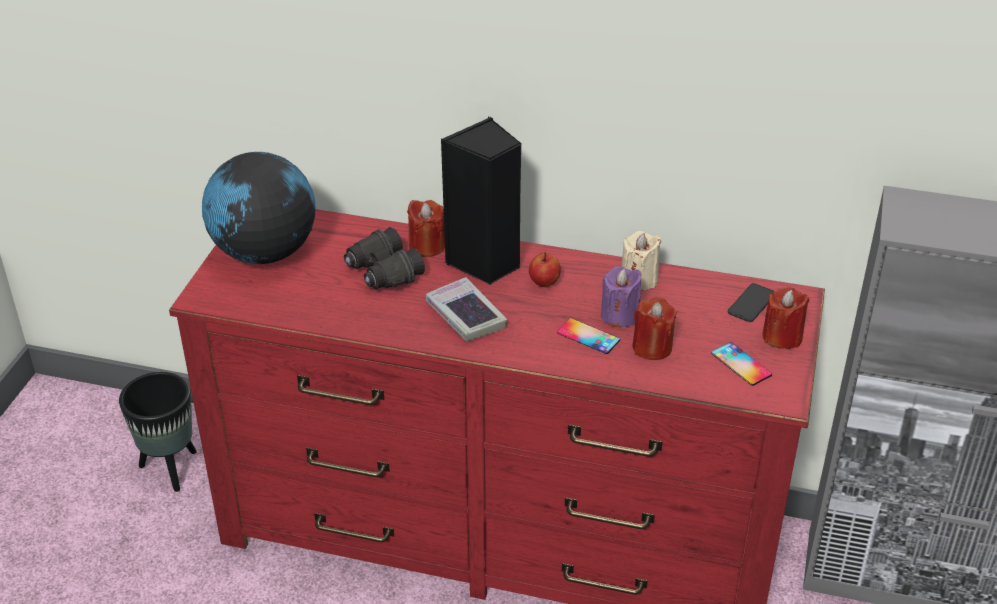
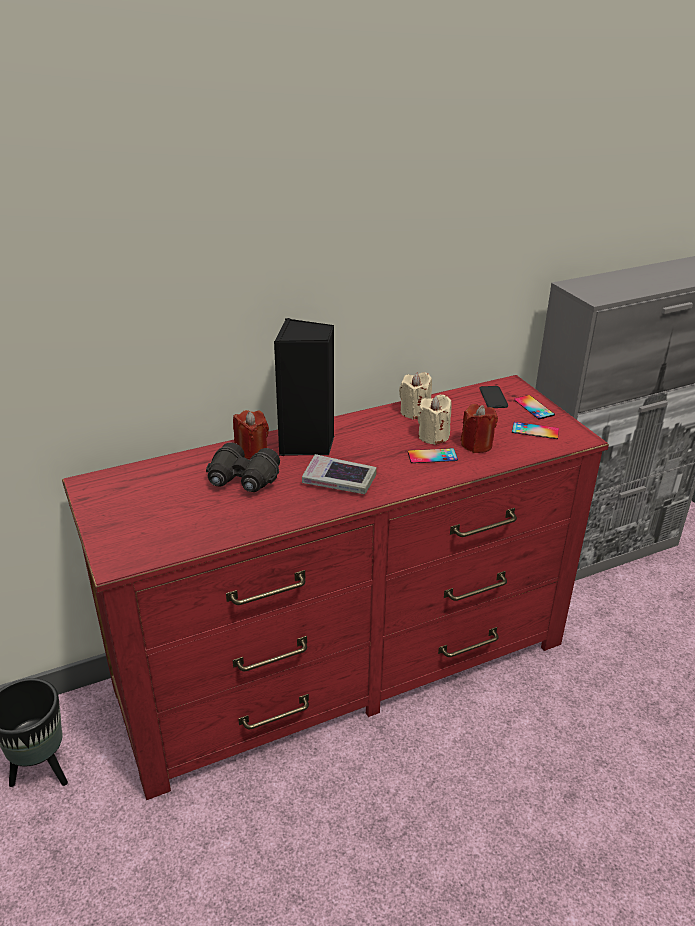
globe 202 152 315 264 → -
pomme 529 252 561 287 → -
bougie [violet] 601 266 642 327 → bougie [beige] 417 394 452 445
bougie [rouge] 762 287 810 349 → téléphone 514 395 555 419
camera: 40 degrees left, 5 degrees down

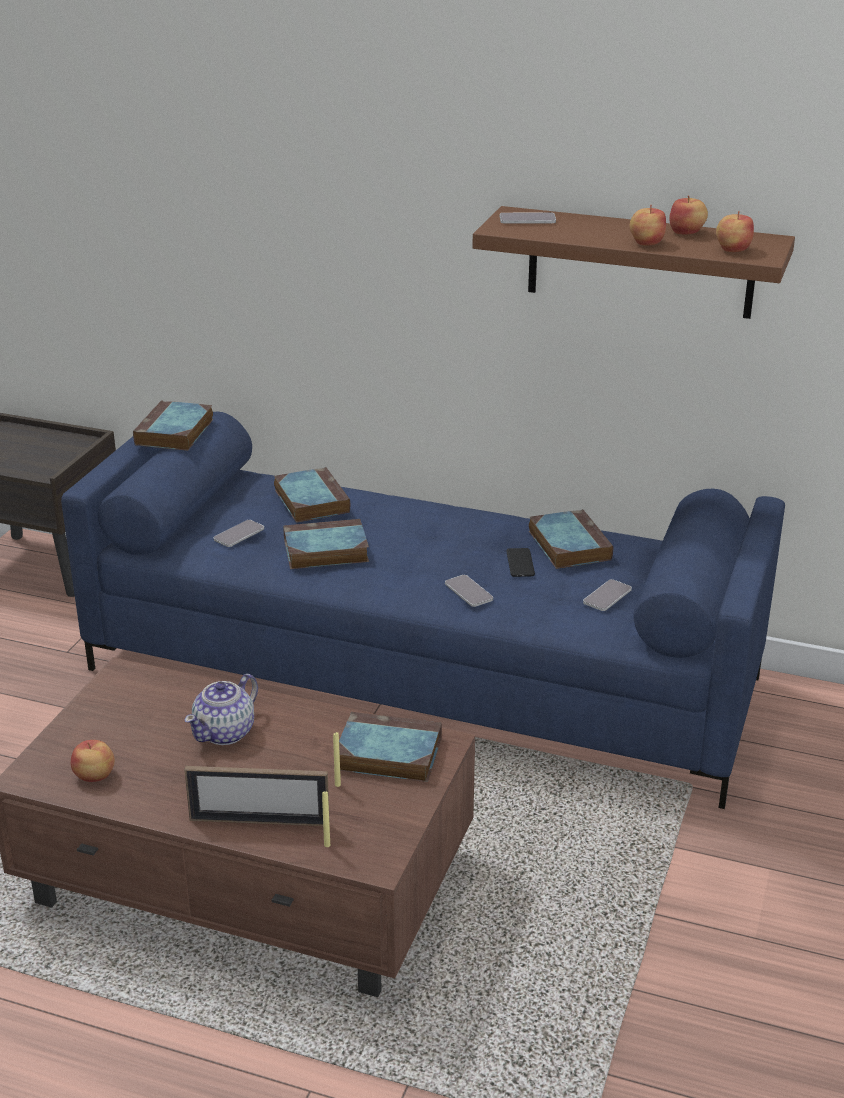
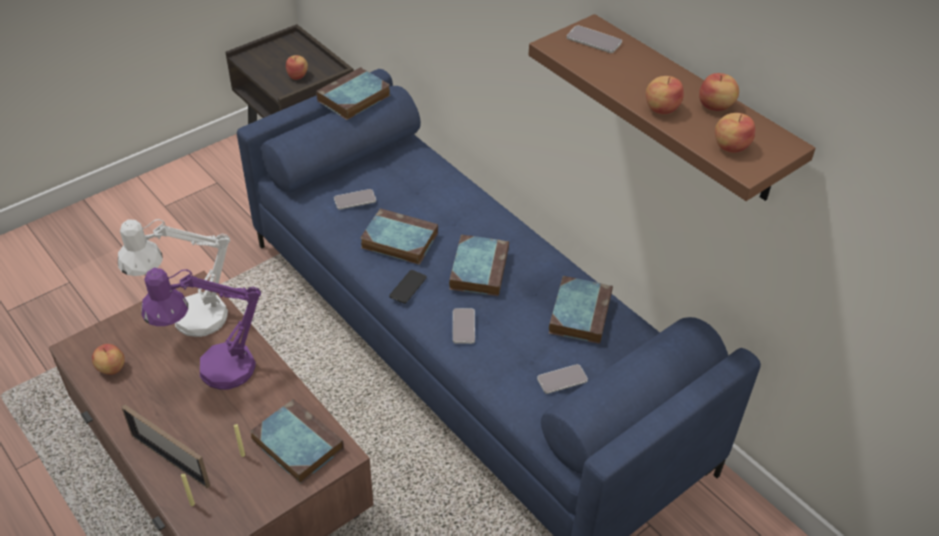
théière 184 674 258 745 → lampe de table [violet] 142 268 261 390
livre 274 467 350 523 → livre 449 235 509 296, move
téléphone 506 548 535 577 → téléphone 389 270 427 304, move
- → lampe de table [blanc] 118 219 230 337
- → pomme 286 55 308 80
camera: 30 degrees right, 15 degrees up

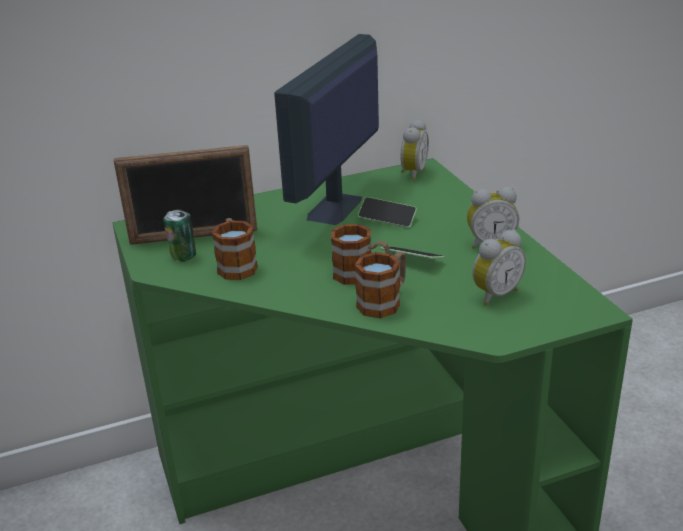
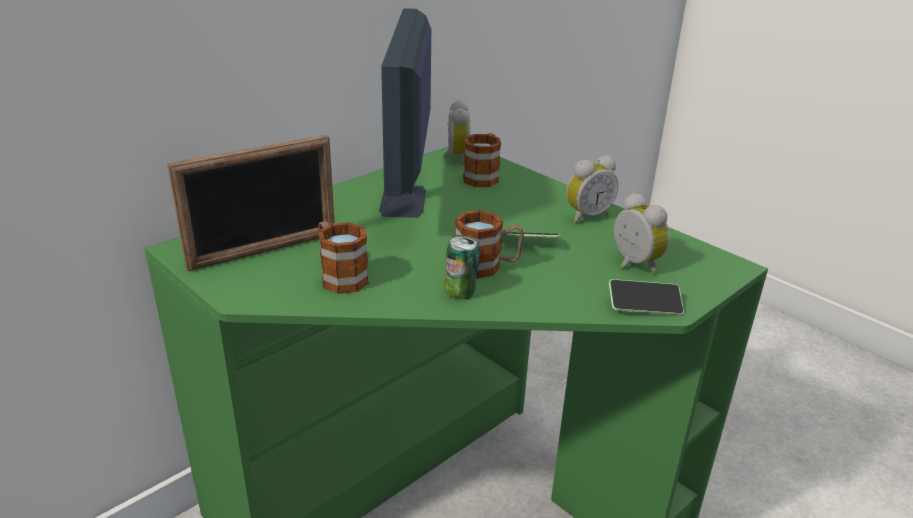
boîte métallique 163 209 196 262 → boîte métallique 444 235 480 299, move
mug 355 252 406 318 → mug 463 133 501 187, move
téléphone 358 197 417 228 → téléphone 609 279 684 315, move
réveil 472 230 526 306 → réveil 614 193 670 274, 60 degrees counterclockwise
camera: 25 degrees left, 0 degrees up

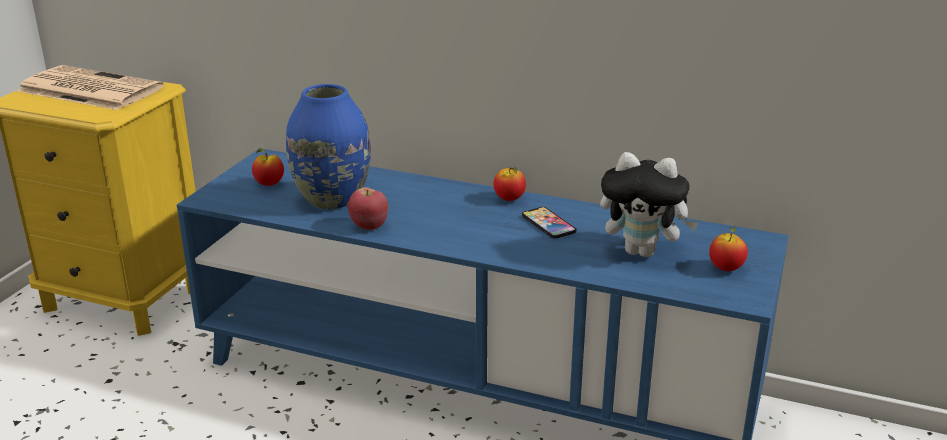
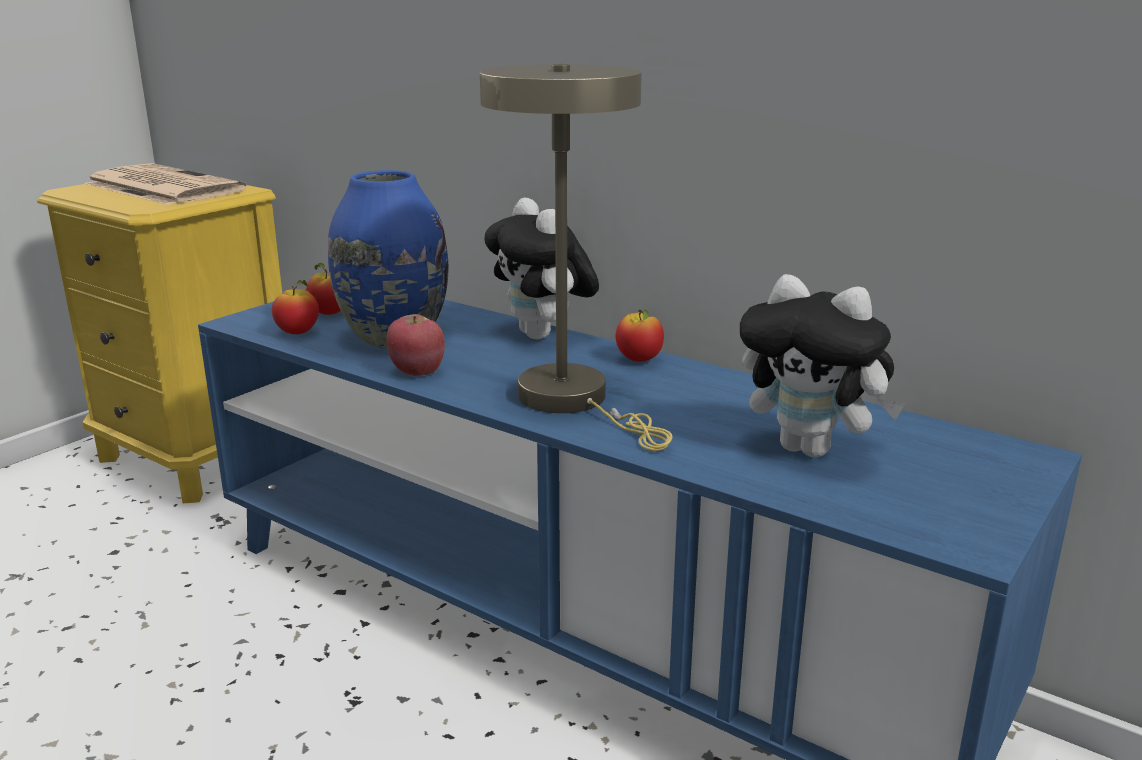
téléphone 522 207 576 239 → -
pomme 709 226 748 271 → pomme 272 280 319 334, move
- → lampe de table [beige] 480 64 673 451
- → peluche 485 198 599 339
camera: 15 degrees right, 5 degrees down

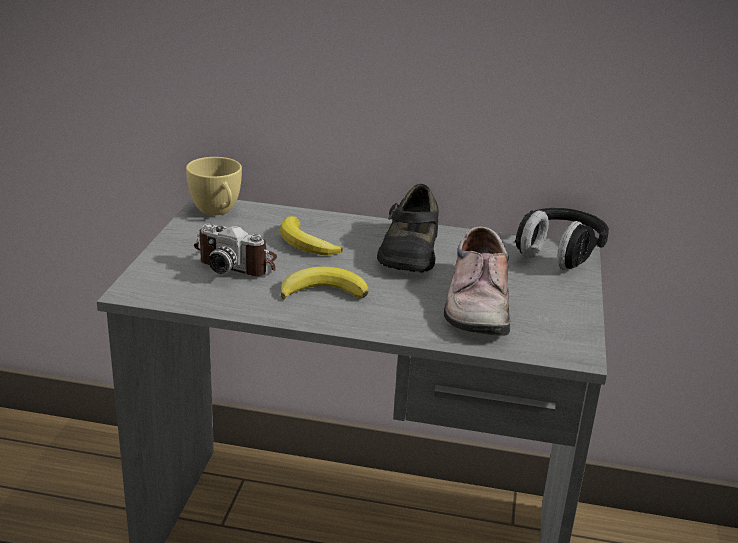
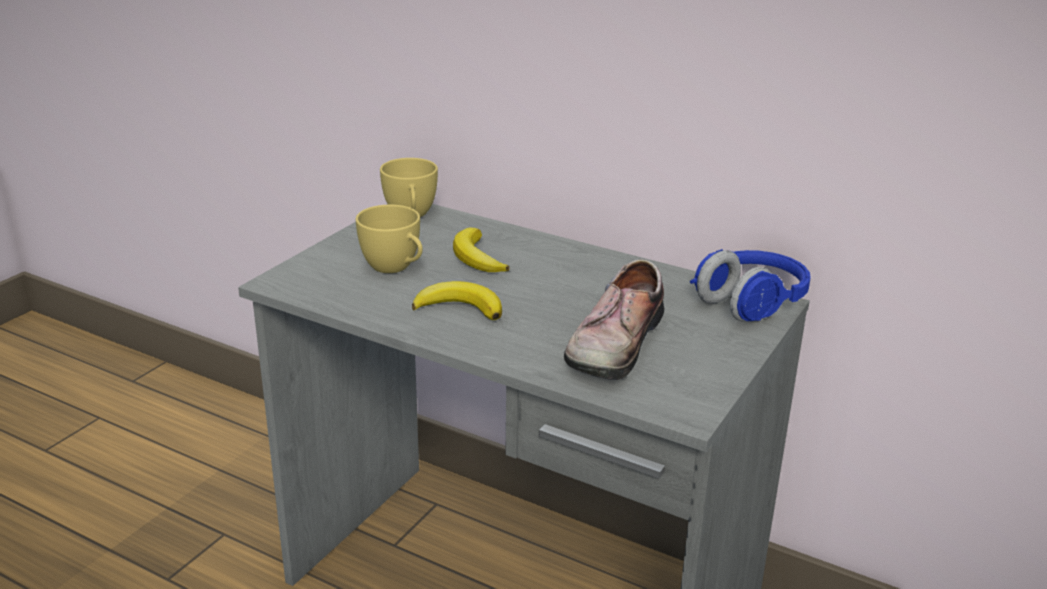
appareil photo 194 223 277 276 → tasse [jaune] 356 205 423 273
chaussure [noir] 377 184 439 273 → -
casque audio [noir] 515 208 609 270 → casque audio [bleu] 690 249 811 321
camera: 20 degrees right, 0 degrees up

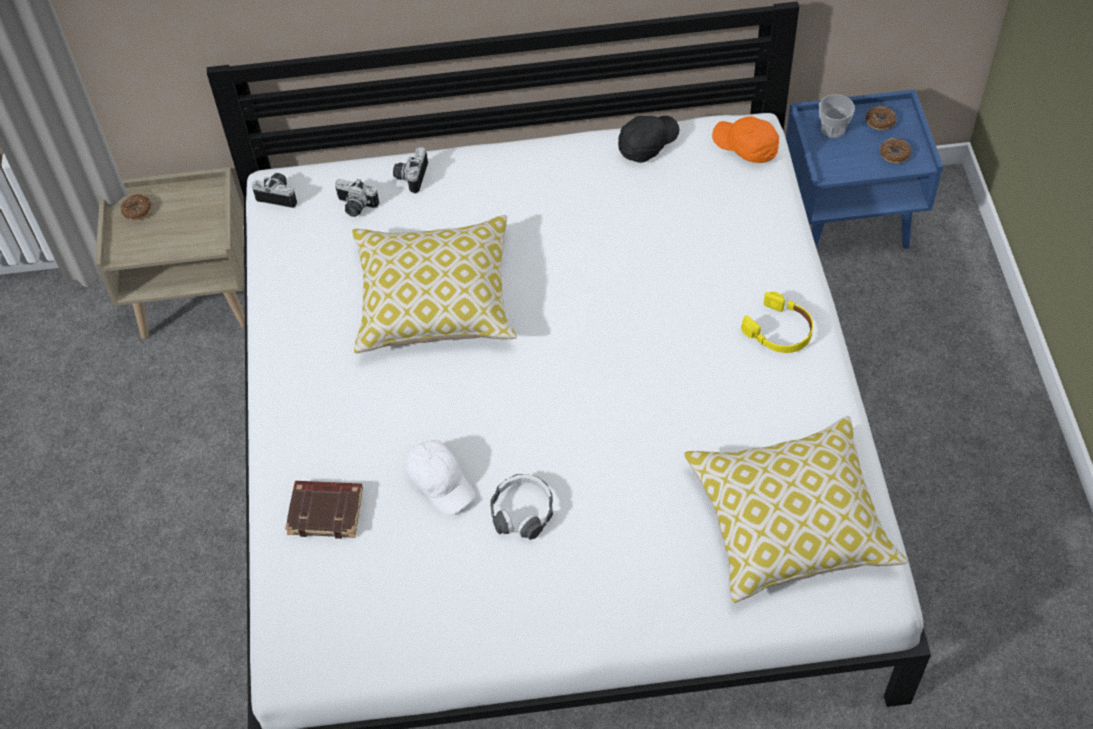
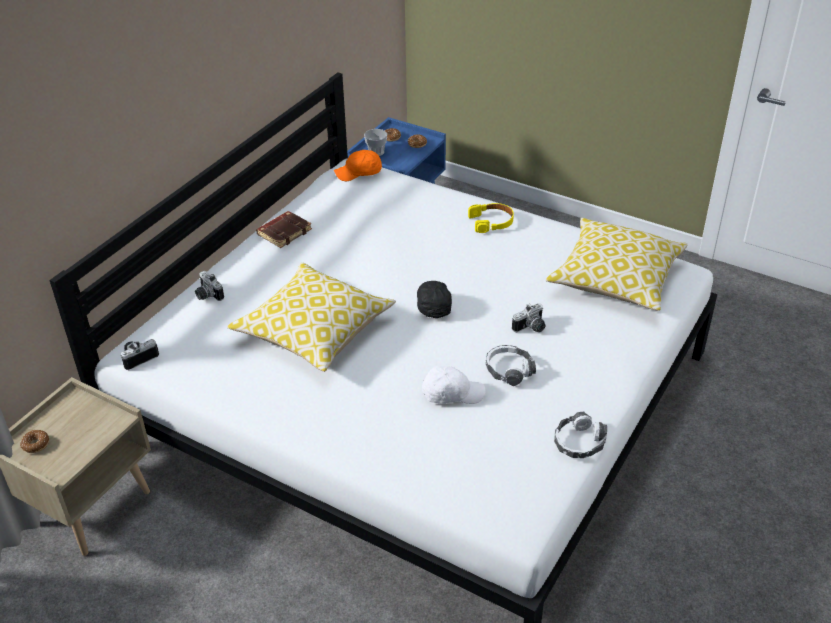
livre [marron] 285 481 363 539 → livre [marron] 256 211 312 248, move
appareil photo 335 179 379 217 → appareil photo 512 303 546 332, move
casquette [noir] 618 116 679 163 → casquette [noir] 417 281 452 318, move
- → casque audio 554 412 607 458
camera: 55 degrees left, 15 degrees down

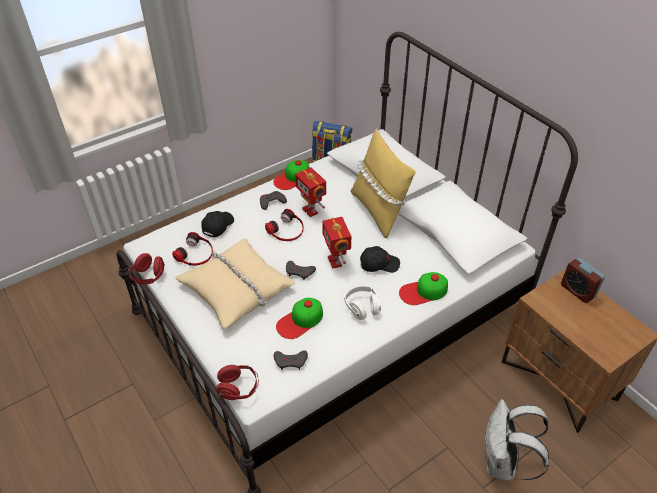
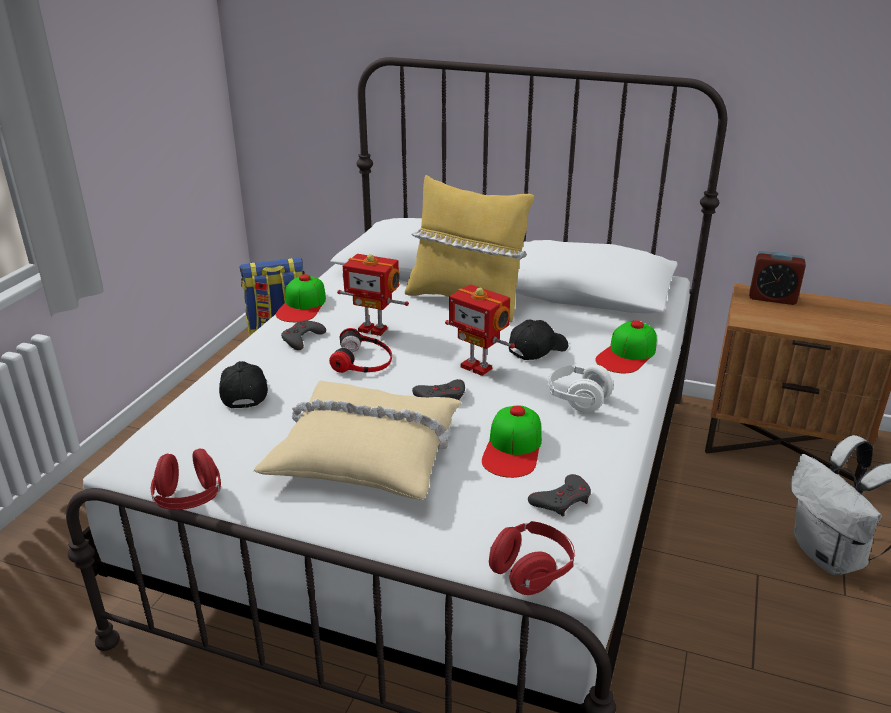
casque audio 172 232 213 266 → -
camera: 35 degrees left, 15 degrees down

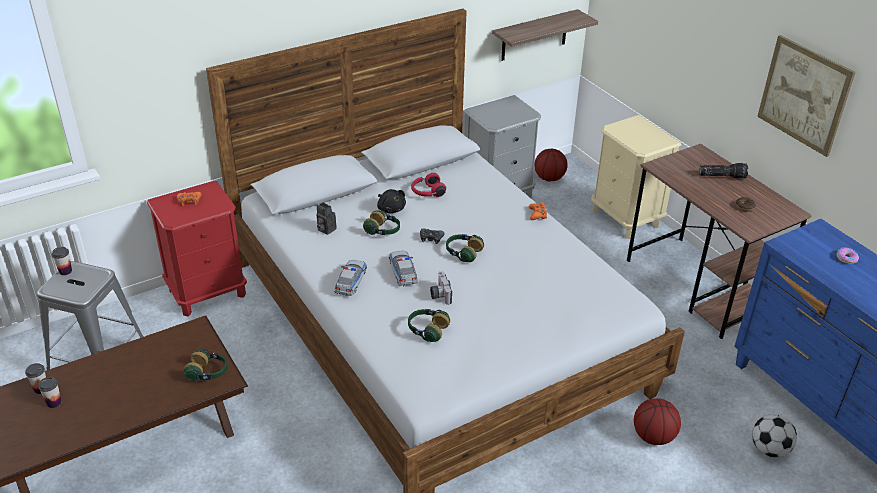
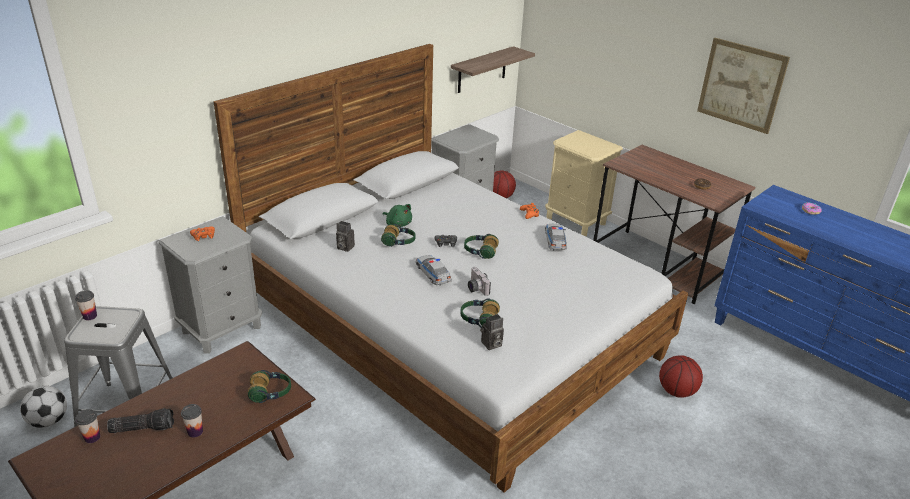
tasse 38 377 61 408 → tasse 181 404 203 437, move
table de chevet [rouge] 147 181 247 317 → table de chevet [gris] 158 216 262 354
petite voiture 334 260 367 296 → petite voiture 545 224 567 251, move
peluche [noir] 377 189 406 213 → peluche [vert] 382 204 412 227
casque audio [rouge] 411 173 446 197 → -
lampe de poche 699 163 748 179 → lampe de poche 107 408 174 433, move
ballon de foot 752 415 797 457 → ballon de foot 20 386 67 428, move
- → appareil photo 480 314 504 350
camera: 15 degrees left, 5 degrees down

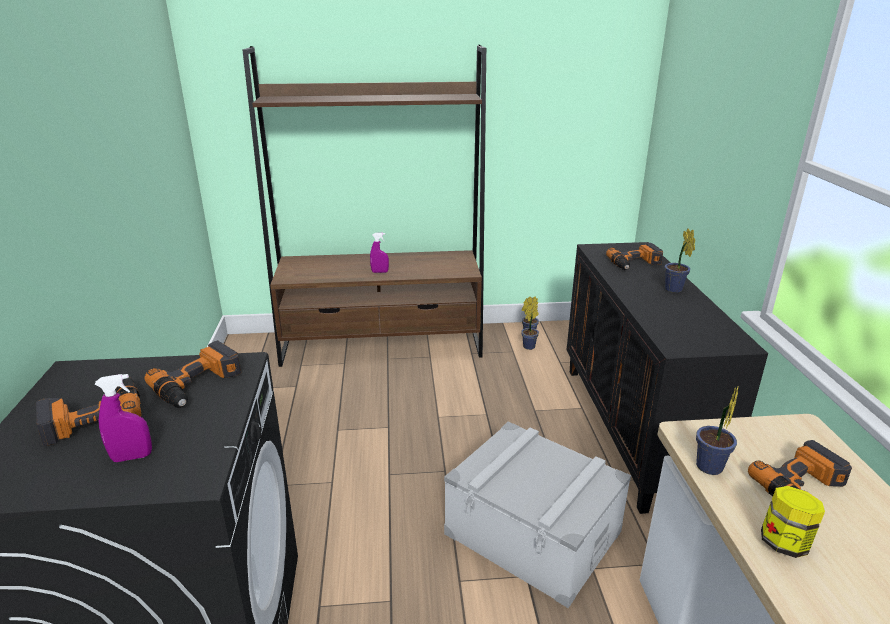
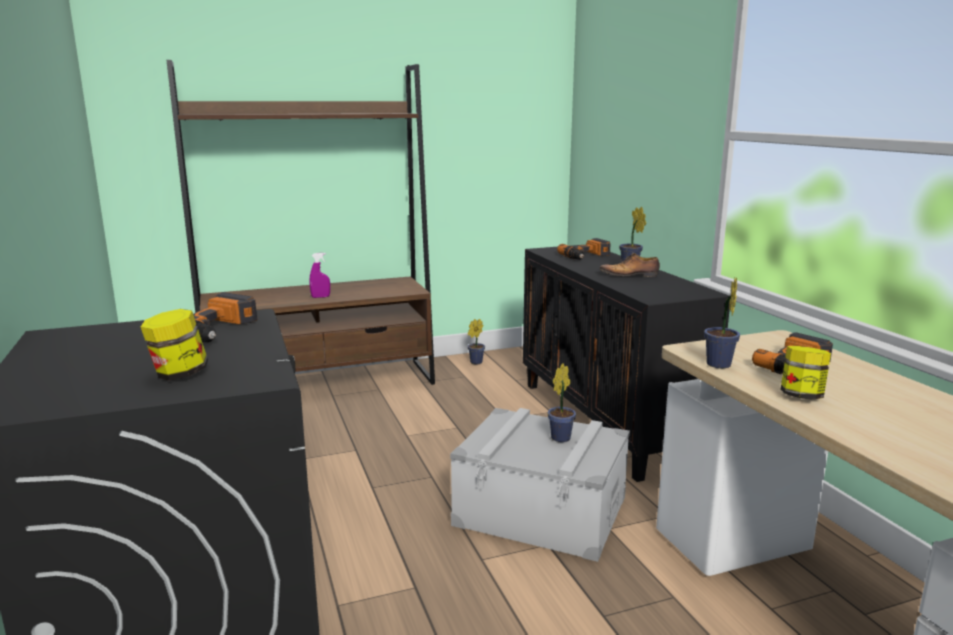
perceuse 36 377 141 446 → -
vaporisateur [violet] 95 374 152 462 → bocal 141 309 208 381
plante en pot 521 303 539 350 → plante en pot 548 364 576 442, move
- → chaussure 599 253 660 277
camera: 15 degrees left, 10 degrees down

